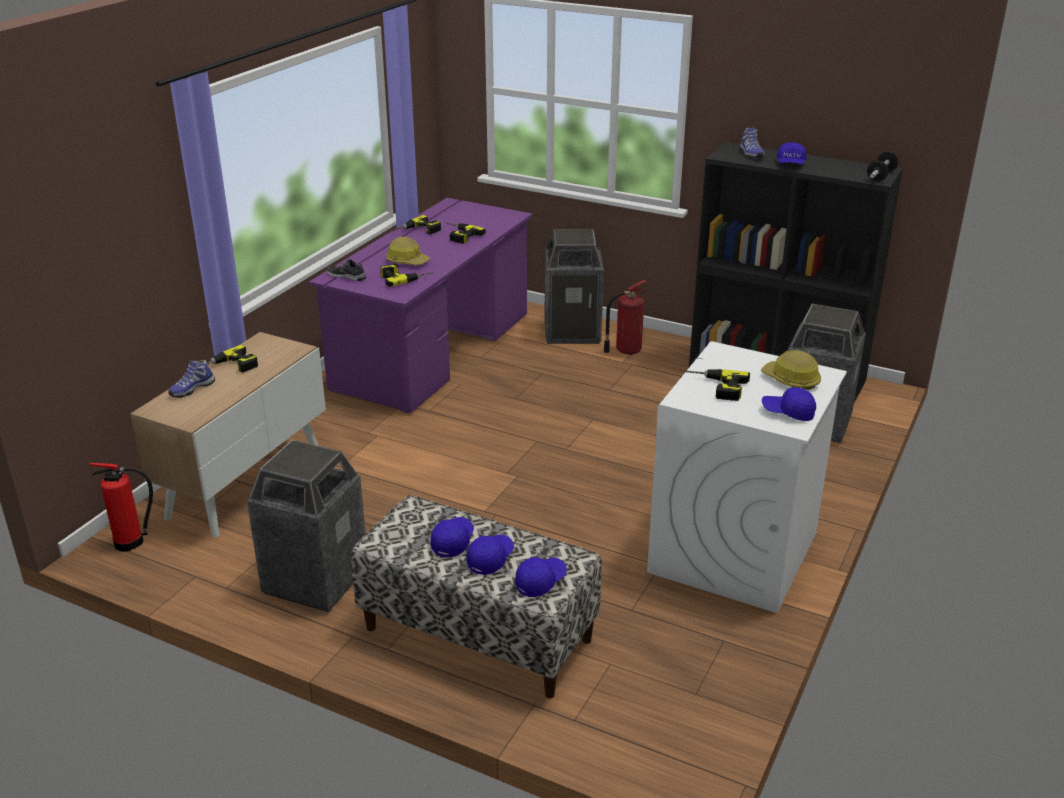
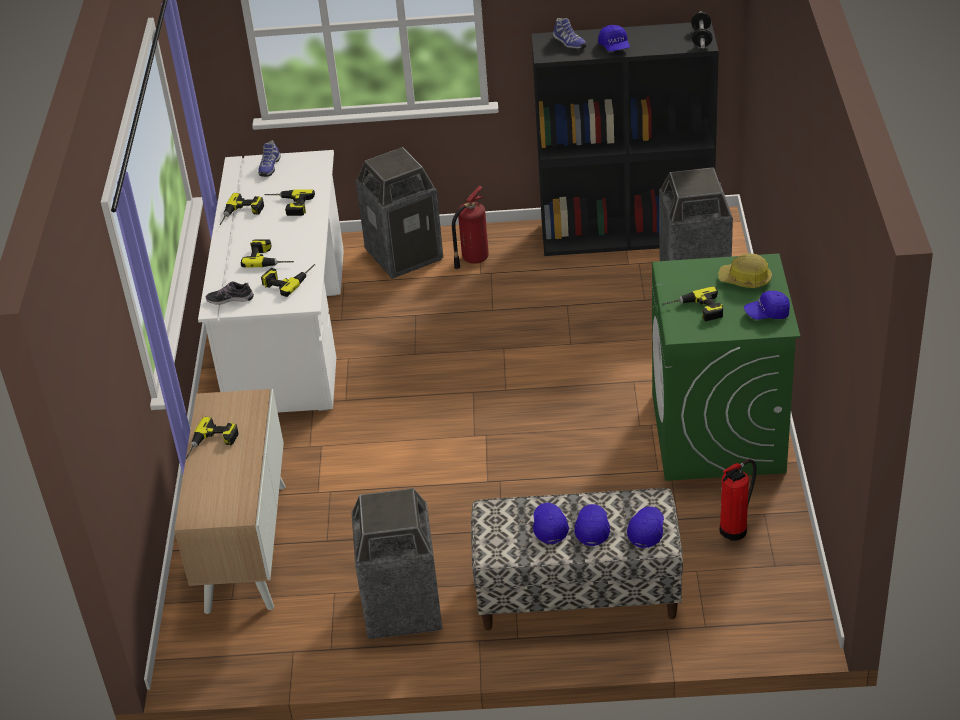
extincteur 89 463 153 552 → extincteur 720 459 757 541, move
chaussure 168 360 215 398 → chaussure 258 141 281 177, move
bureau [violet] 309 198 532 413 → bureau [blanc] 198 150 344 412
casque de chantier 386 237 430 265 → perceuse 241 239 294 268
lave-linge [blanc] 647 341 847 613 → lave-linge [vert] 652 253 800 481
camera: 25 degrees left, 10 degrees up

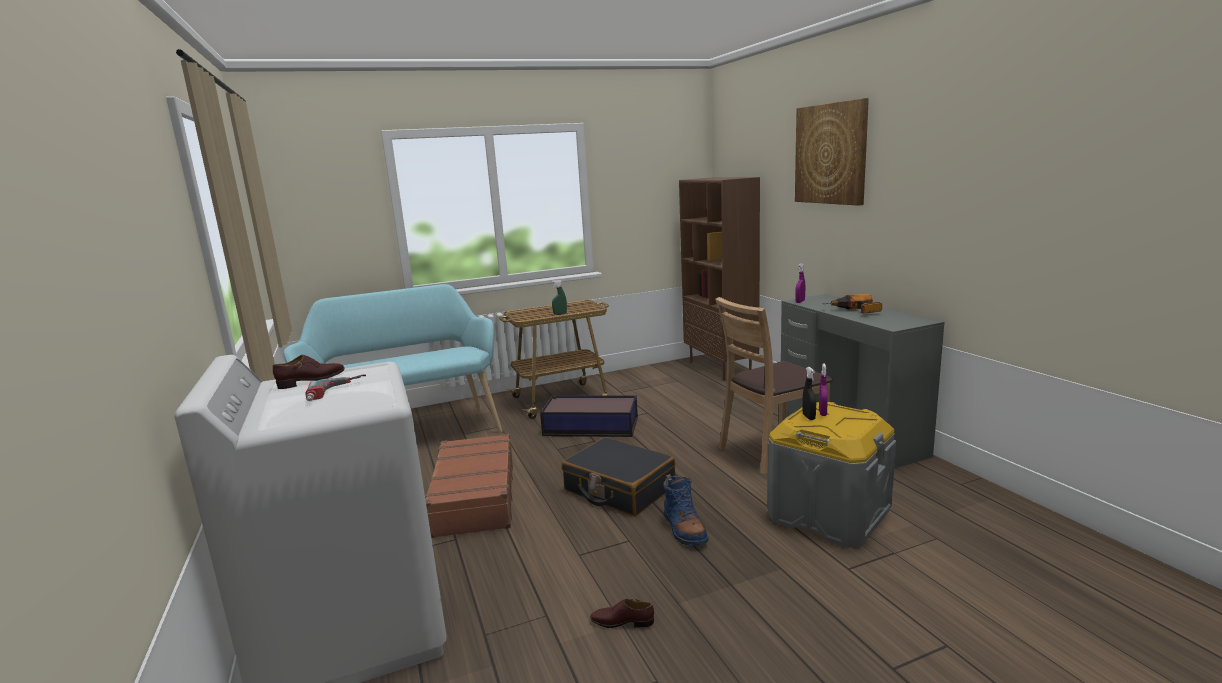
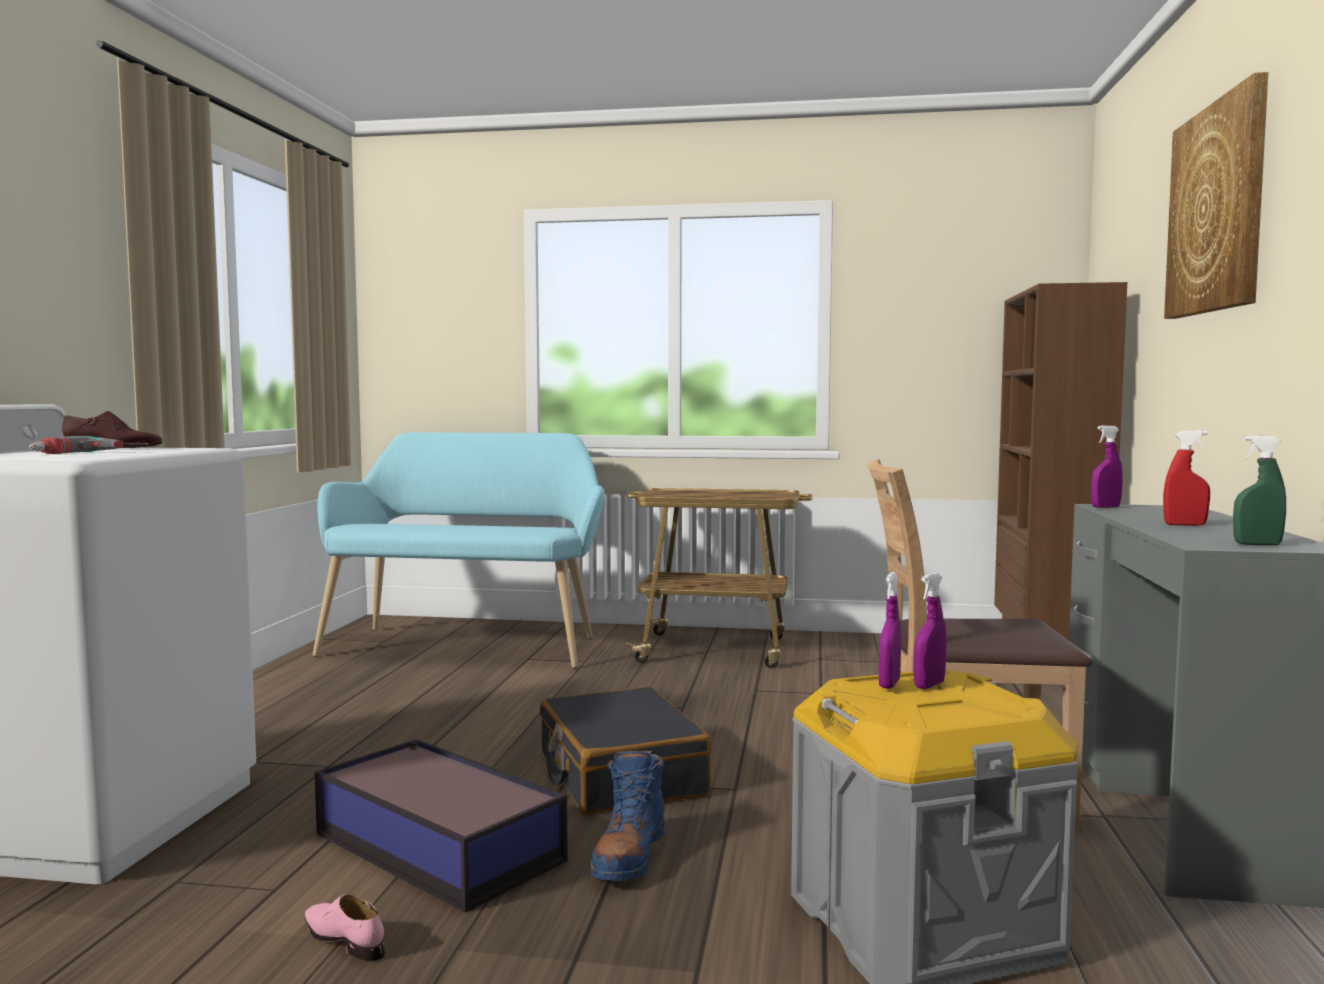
valise [marron] 425 434 513 538 → -
boîte de rangement 540 396 638 437 → boîte de rangement 315 739 568 913, move
vaporisateur [vert] 552 280 567 315 → vaporisateur [vert] 1233 435 1286 545, move
chaussure [marron] 590 599 654 628 → chaussure [rose] 305 894 385 961
vaporisateur [noir] 802 367 816 420 → vaporisateur [violet] 879 572 901 689
perceuse 822 294 882 314 → vaporisateur [rouge] 1163 430 1210 526
camera: 30 degrees right, 10 degrees down

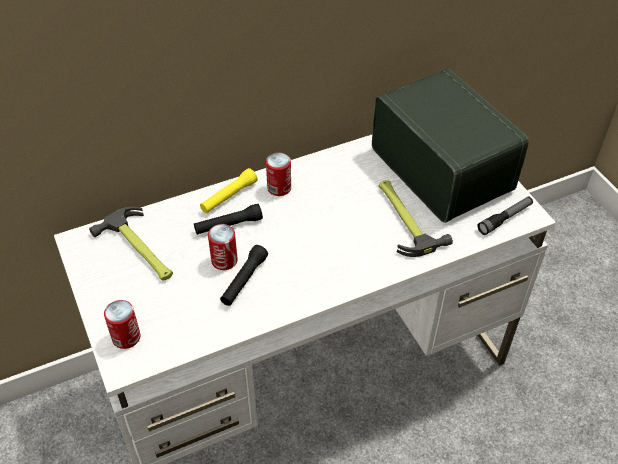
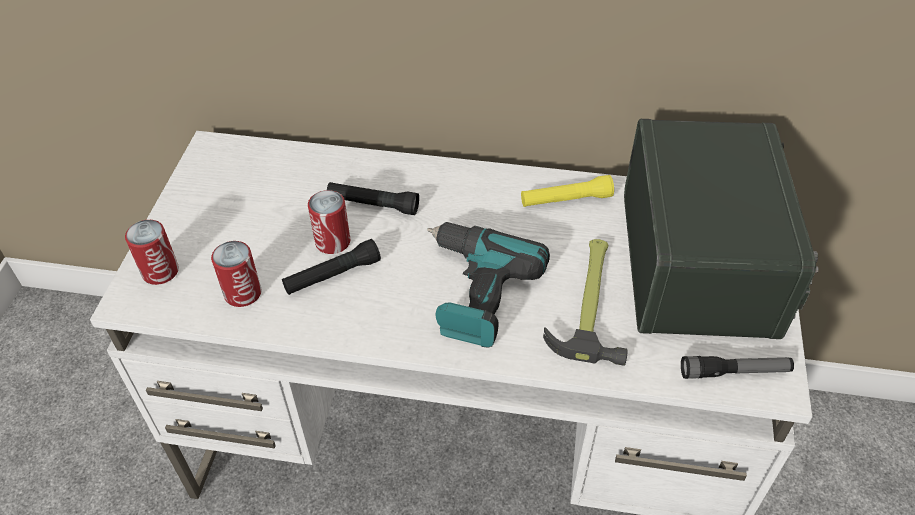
marteau 89 207 173 281 → -
lampe de poche [jaune] 200 168 258 214 → lampe de poche [jaune] 521 175 614 207, move
boîte métallique 266 153 291 196 → boîte métallique 211 241 262 307, move
- → perceuse 427 222 550 348
camera: 35 degrees right, 0 degrees up

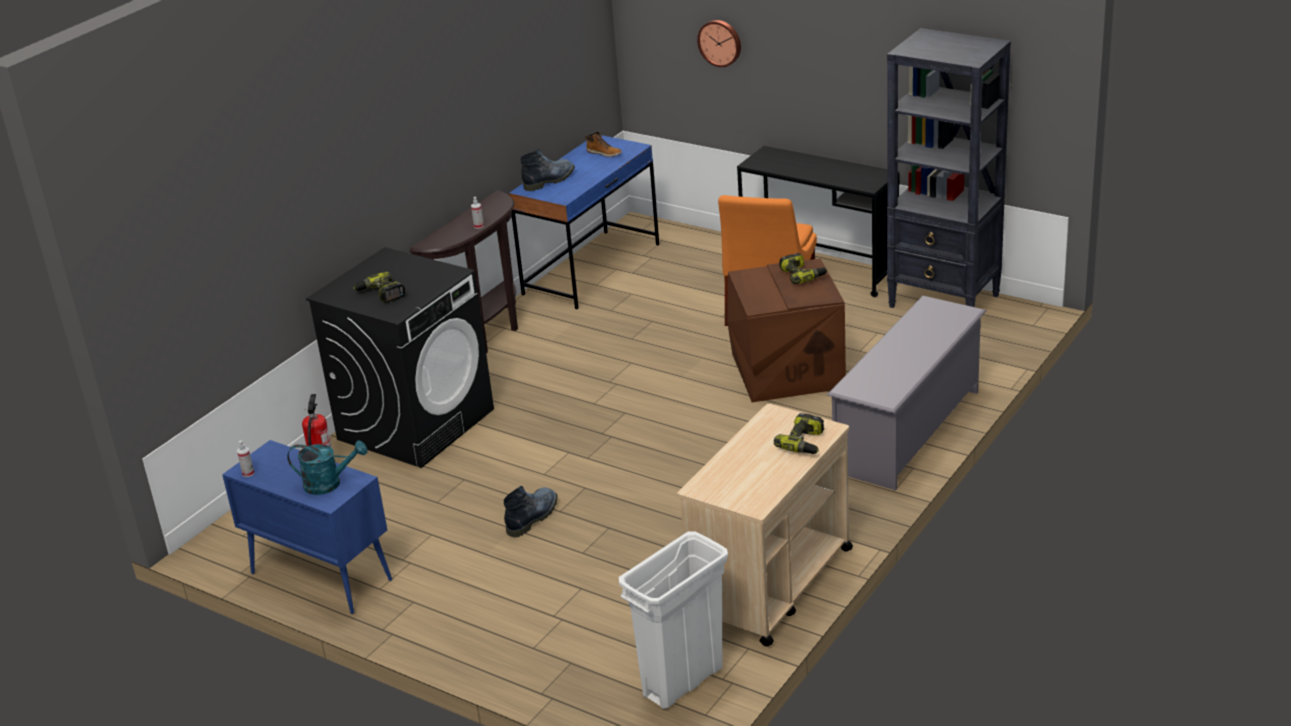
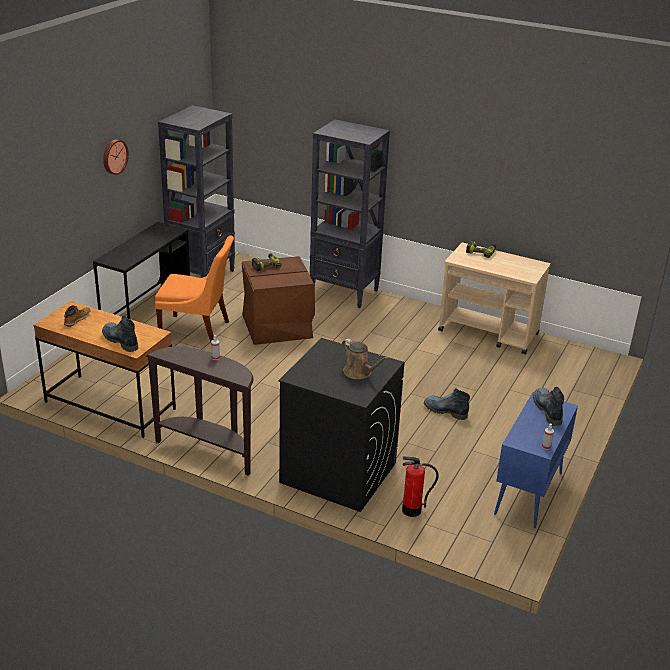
arrosoir [turquoise] 287 440 367 495 → botte 533 387 564 426
perceuse 353 272 405 303 → arrosoir [marron] 342 339 388 379
bureau [bleu] 509 135 659 309 → bureau [marron] 33 301 176 438
poubelle [blanc] 619 532 728 709 → -
horloge murale 697 20 741 67 → horloge murale 103 139 129 175, move
étagère à chaussures [gris] 827 296 986 490 → bibliothèque [noir] 310 120 390 308
camera: 100 degrees left, 0 degrees up

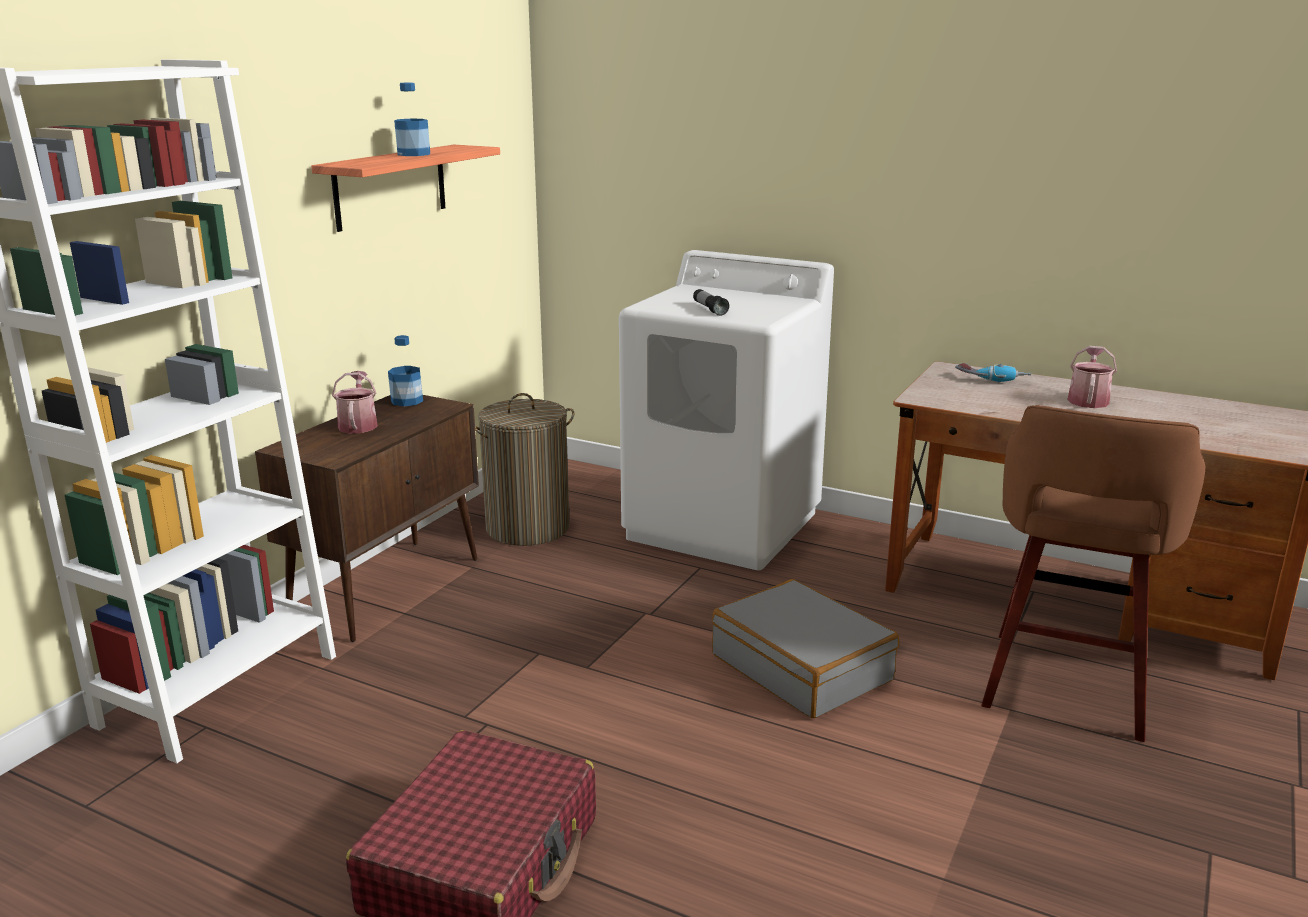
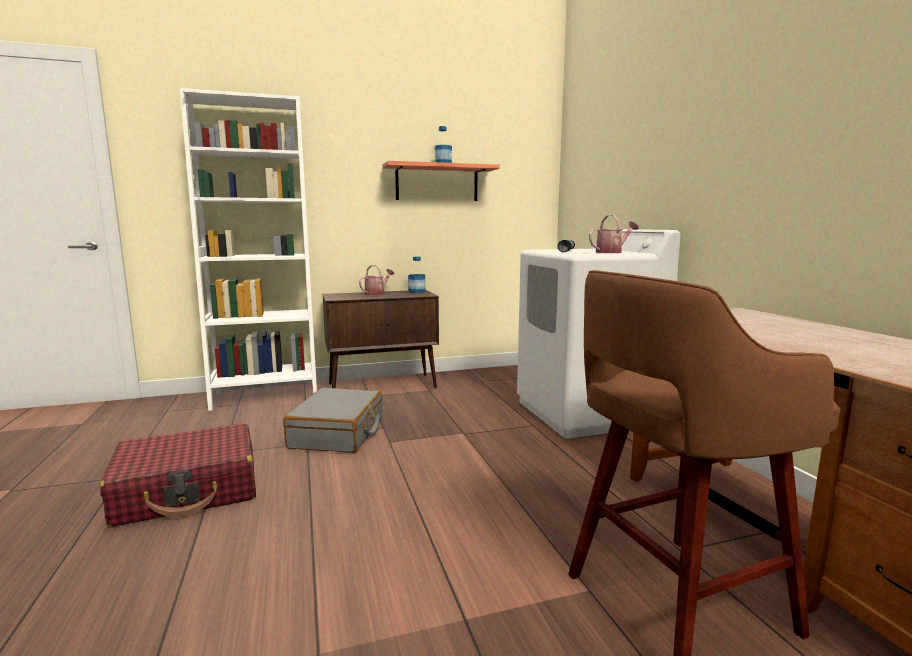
panier à linge 475 393 574 546 → -
valise [gris] 712 579 899 718 → valise [gris] 284 388 383 453, move
perceuse 955 363 1031 383 → -
arrosoir 1067 346 1117 408 → arrosoir 589 215 639 253, move
camera: 45 degrees right, 10 degrees down

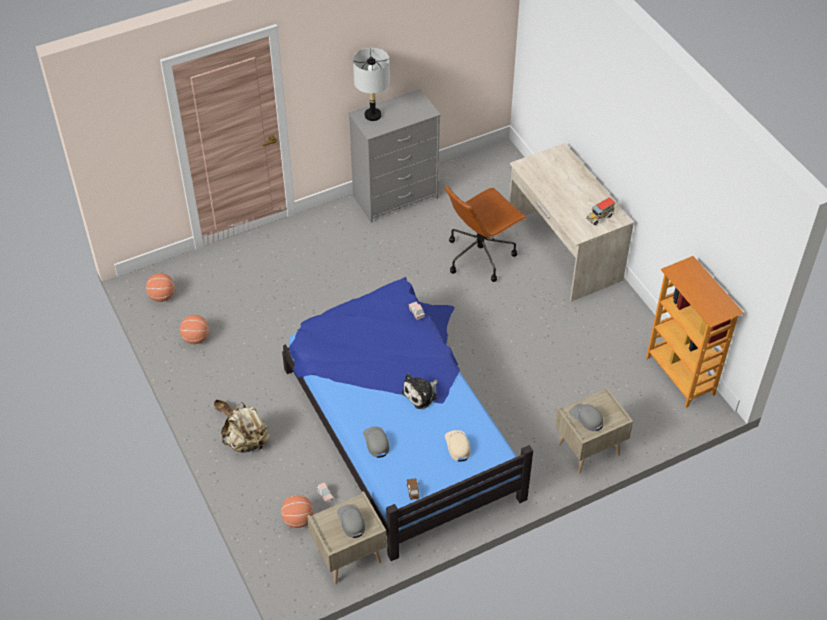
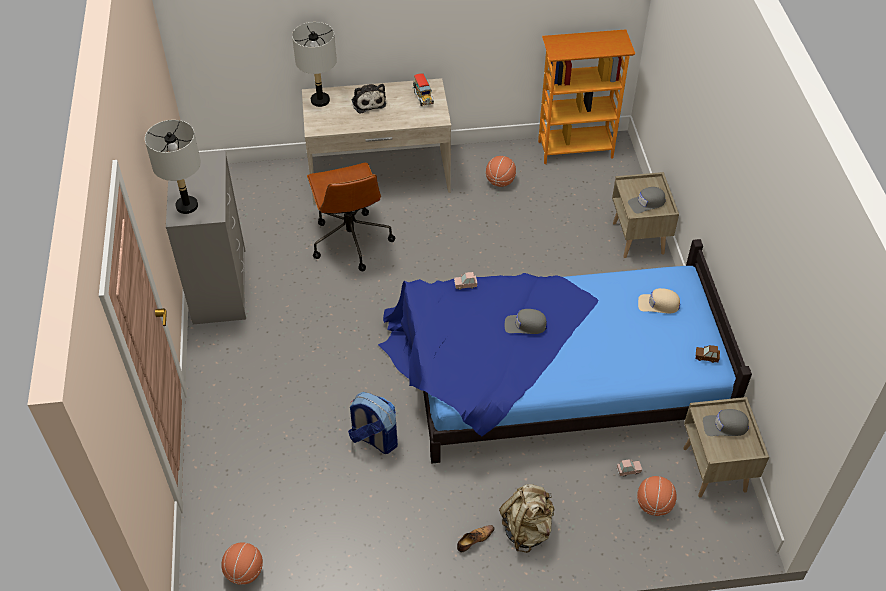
ballon de basket 180 315 209 344 → ballon de basket 486 156 516 187, move
casquette [gris] 363 427 389 458 → casquette [gris] 505 309 547 334, move
peluche 402 374 438 409 → peluche 352 84 386 114, move
- → lampe de table [gris] 292 22 337 107
- → sac à dos 348 392 398 454
camera: 70 degrees left, 0 degrees up

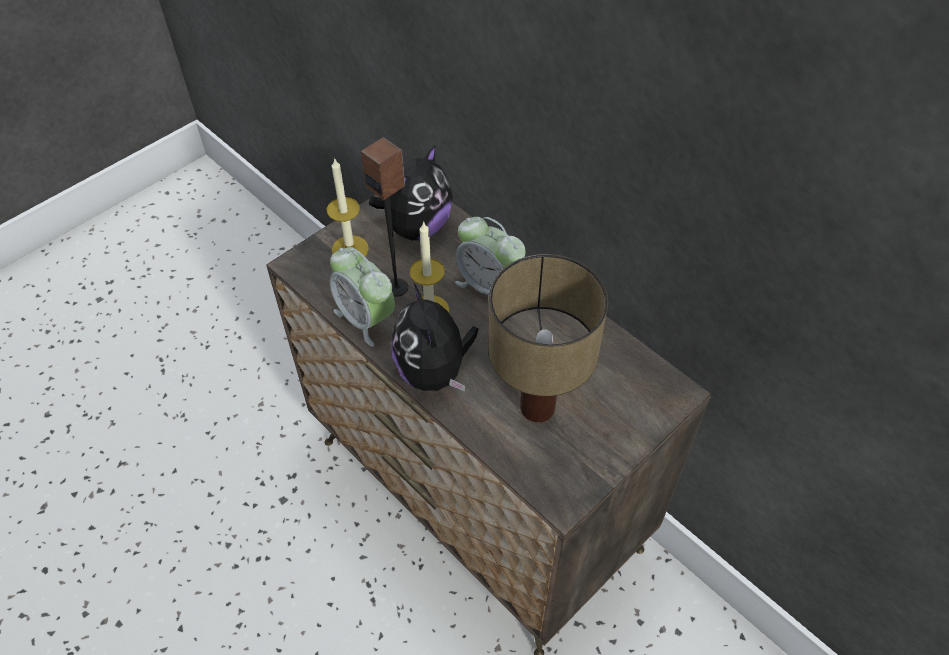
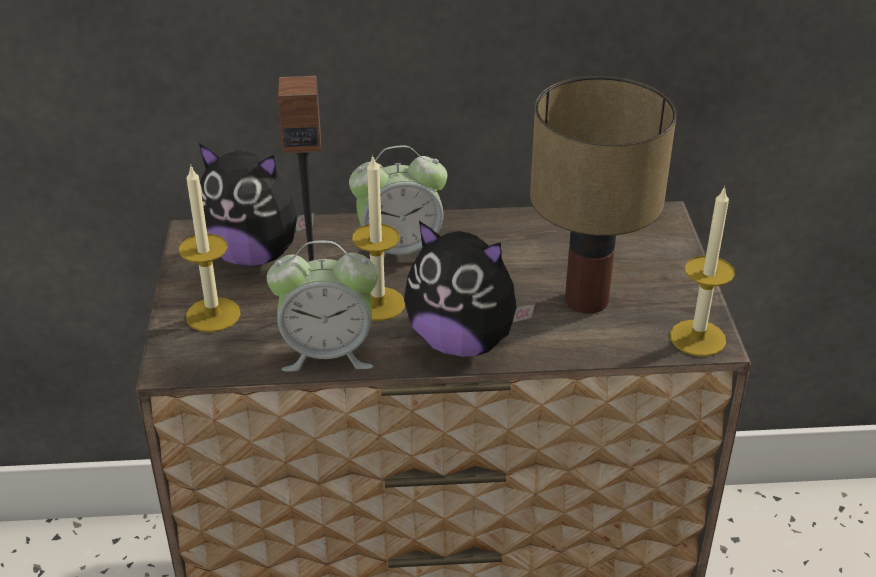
peluche 369 144 453 240 → peluche 199 143 314 266, 120 degrees clockwise
- → bougie 670 186 735 357
camera: 50 degrees left, 15 degrees down

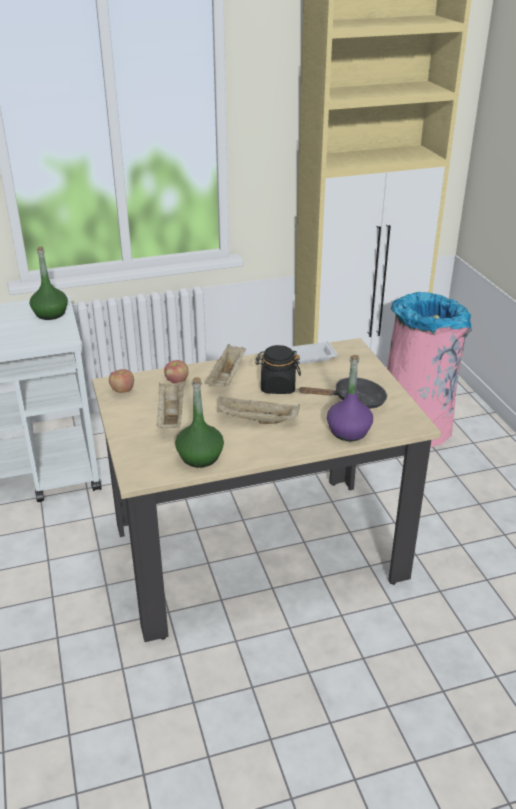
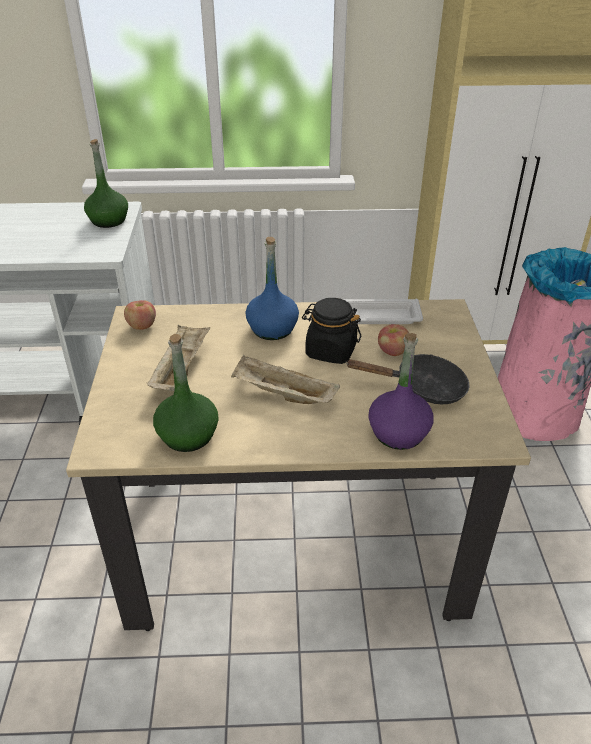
pomme 164 360 189 384 → pomme 378 324 409 356, move
plateau [beige] 205 344 246 387 → bouteille [bleu] 245 237 299 340
camera: 15 degrees right, 5 degrees up

